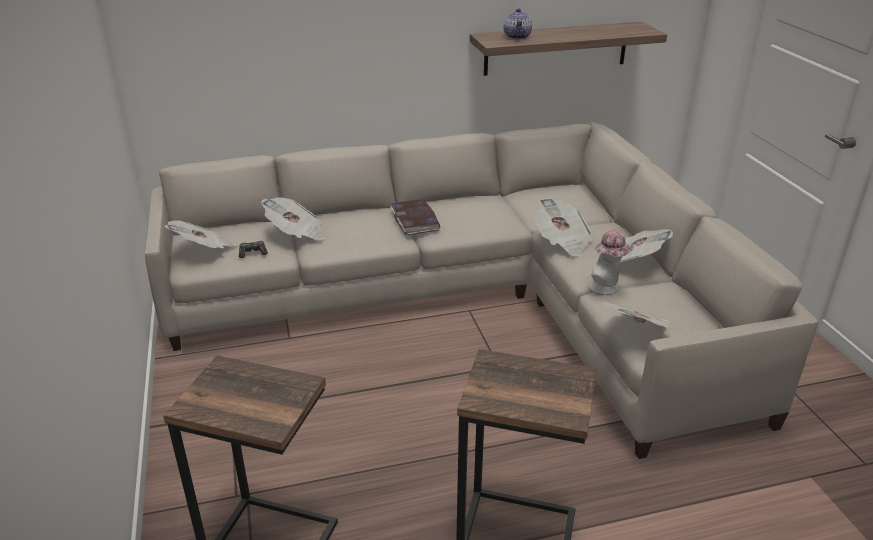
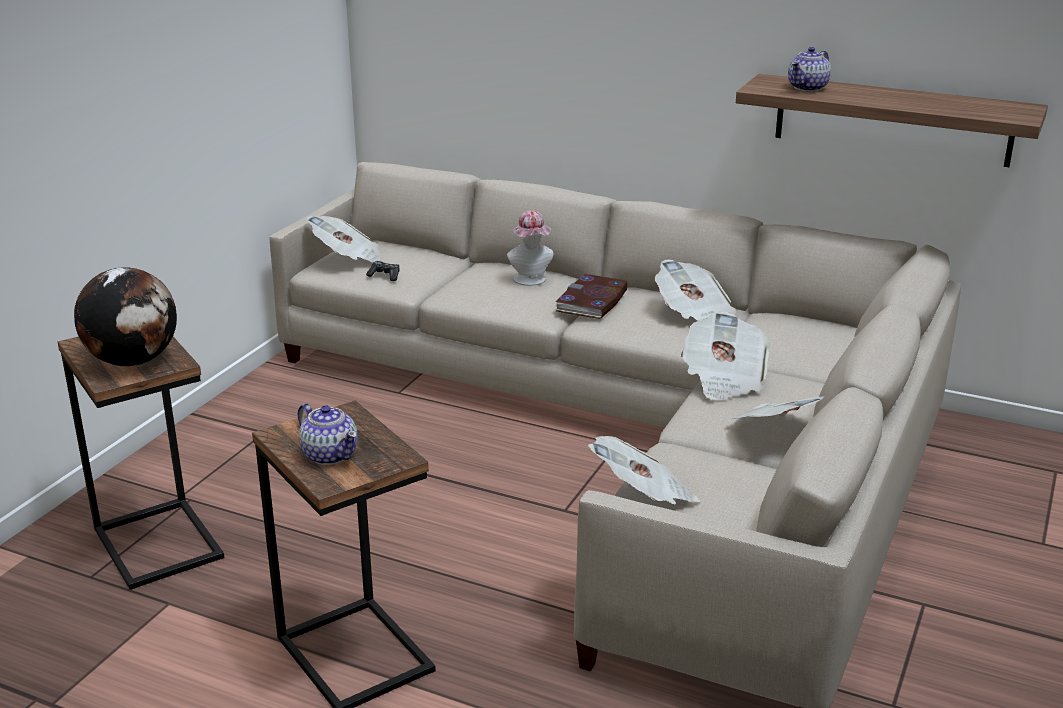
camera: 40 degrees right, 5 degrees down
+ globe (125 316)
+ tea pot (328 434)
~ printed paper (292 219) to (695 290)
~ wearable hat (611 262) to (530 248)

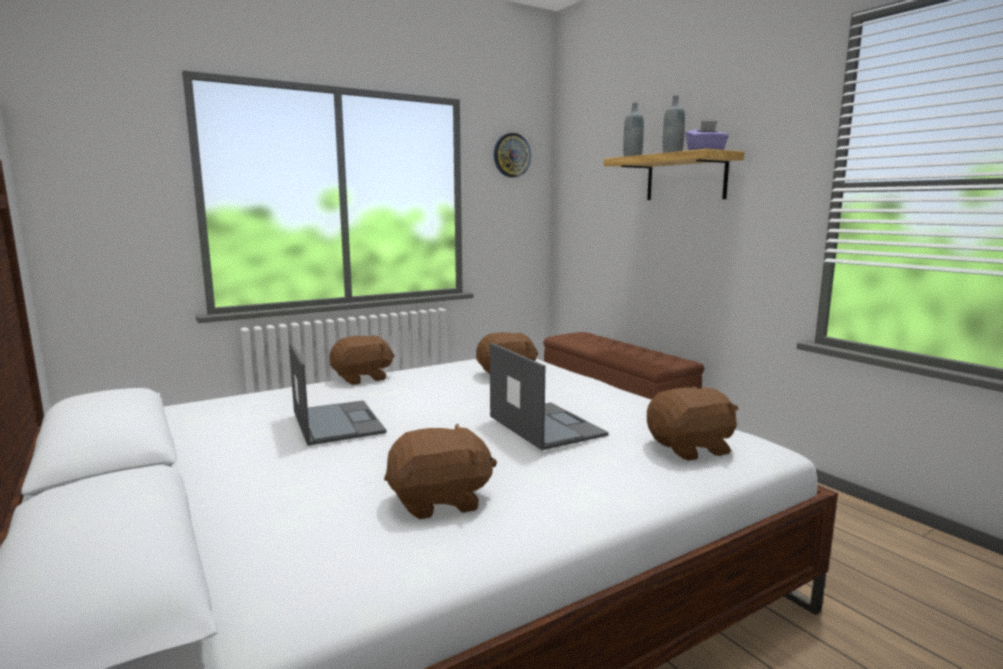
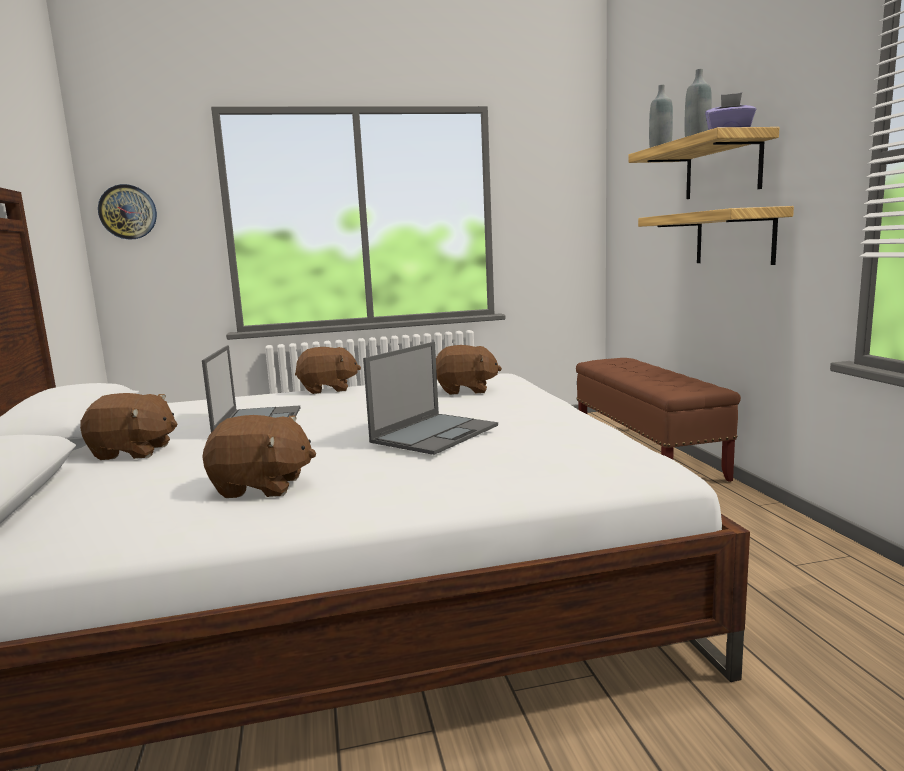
camera: 20 degrees right, 0 degrees up
+ bracket shelf (716 235)
~ hanging clock (512 155) to (127 211)
~ brownish plush toy (693 423) to (128 426)
~ notebook computer (549 396) = (430 398) 45 degrees clockwise

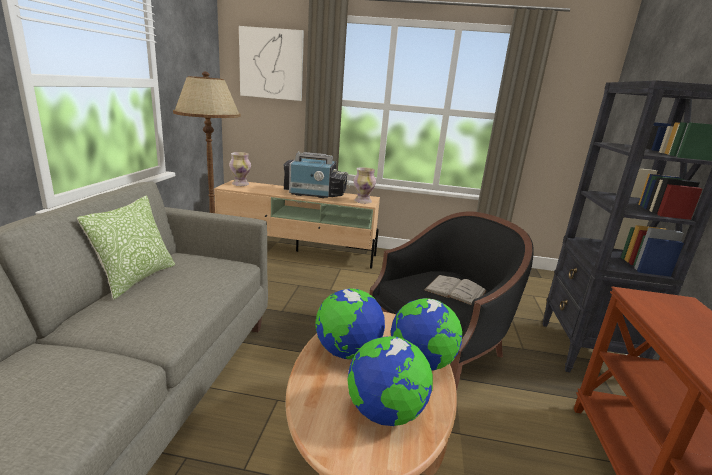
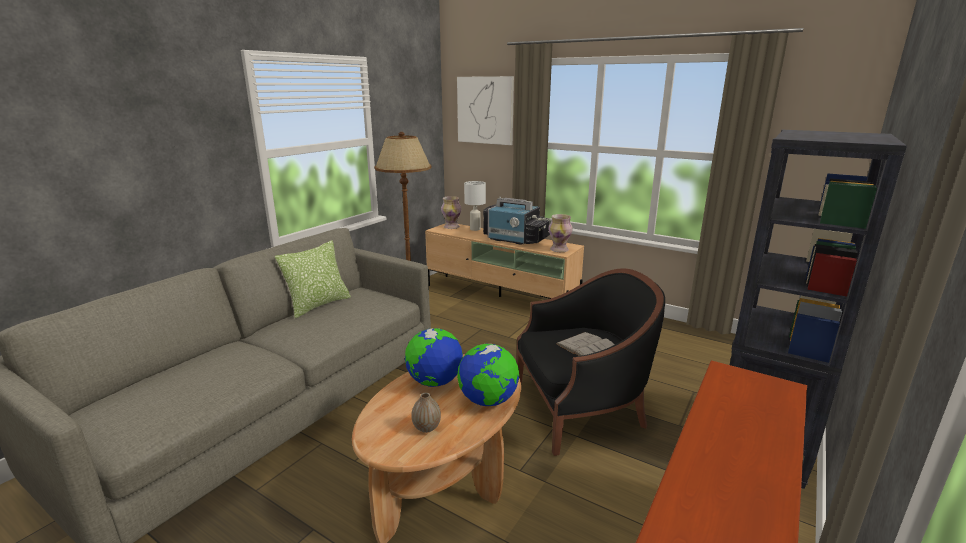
camera: 25 degrees right, 0 degrees up
+ white table lamp (475 206)
~ globe (390 381) to flower vase (426 413)

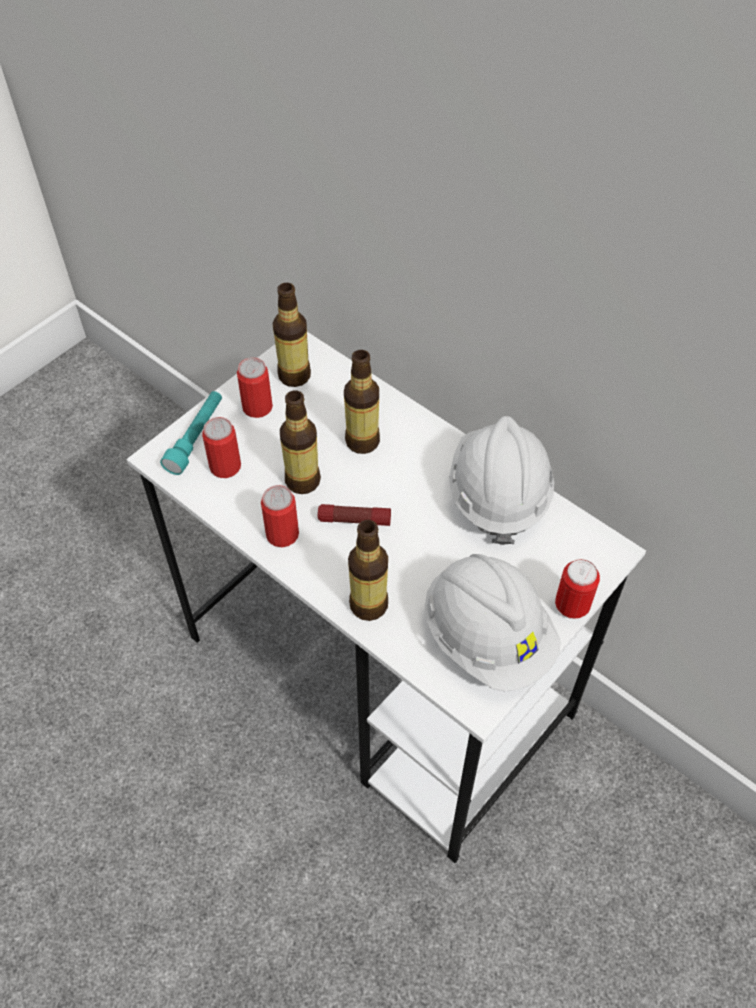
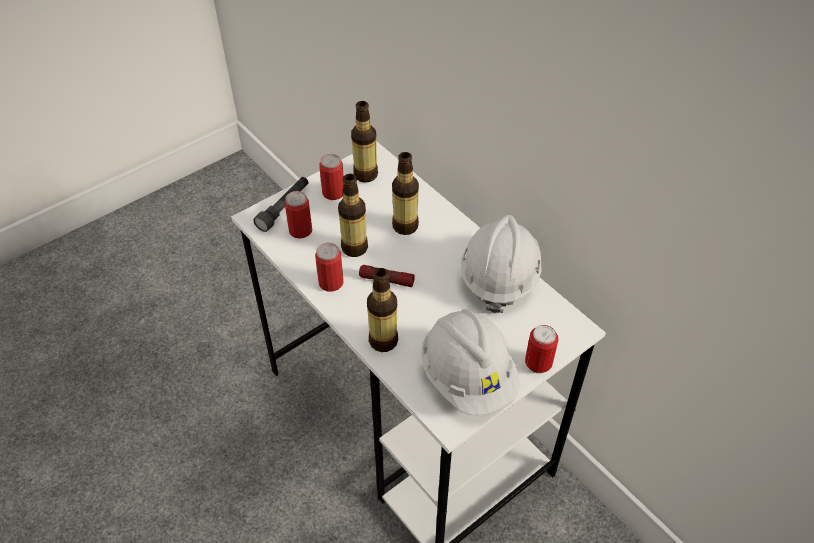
camera: 10 degrees right, 5 degrees down
~ blue-green flashlight (191 433) to greyish flashlight (280 204)

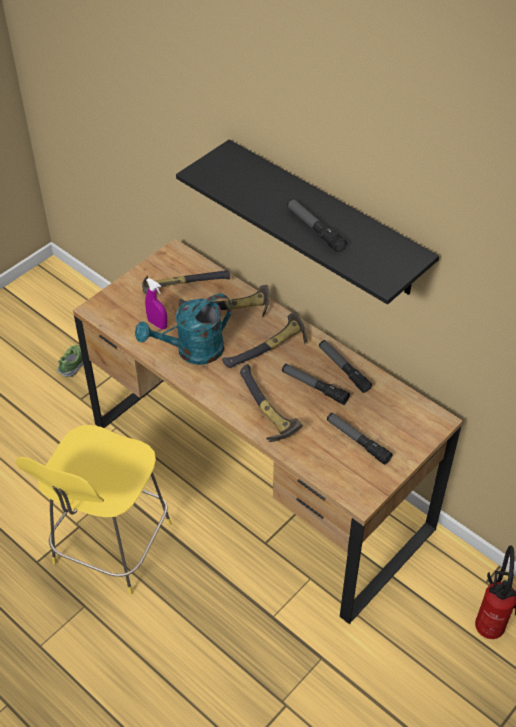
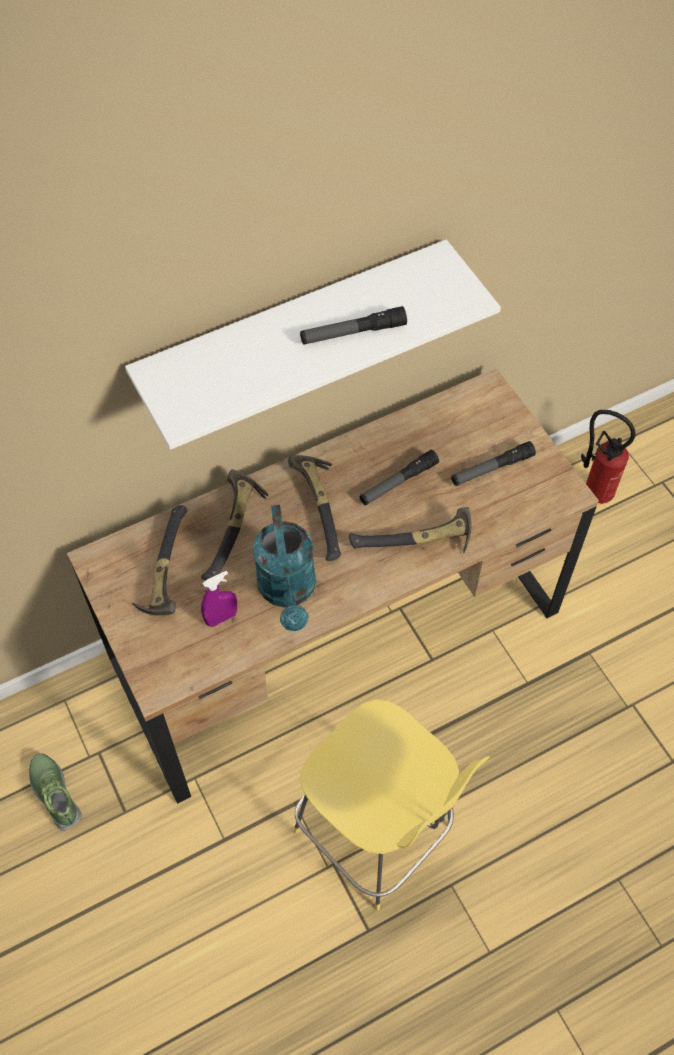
camera: 70 degrees left, 10 degrees up
- flashlight (345 366)
~ blackish bracket shelf (307 222) to white bracket shelf (313 345)

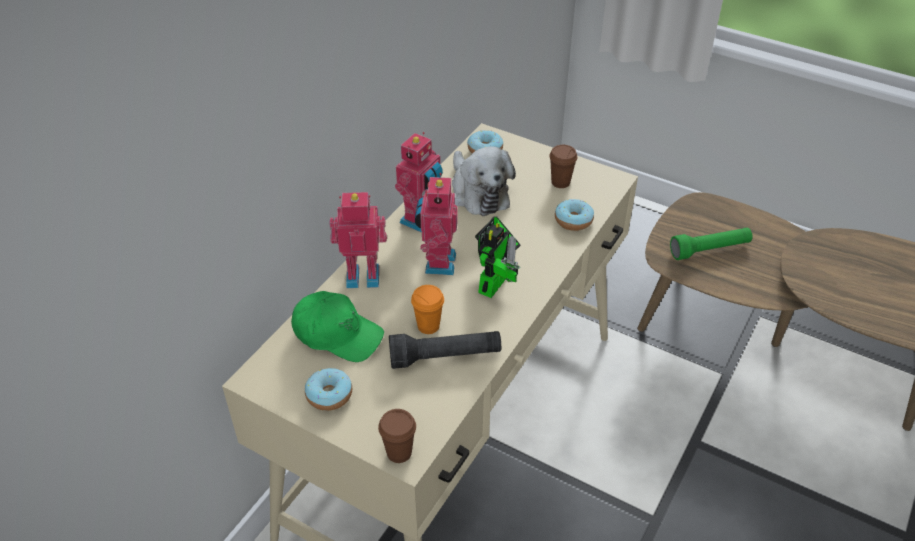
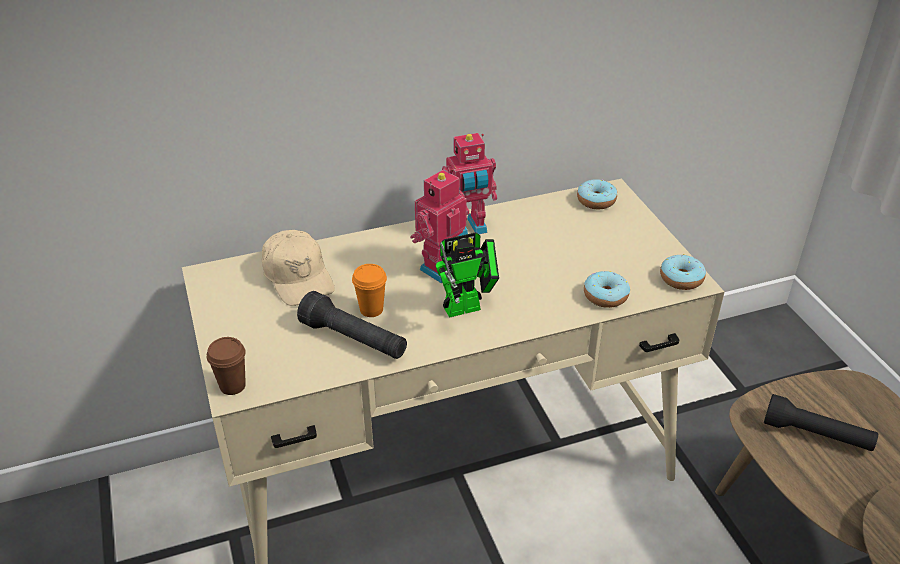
camera: 40 degrees right, 5 degrees down
- robot figure (358 240)
- plush toy (484 181)
- brownish small cup (563 166)
~ donut (328 389) to (683 272)
~ greenish baseball cap (337 326) to beige baseball cap (298 268)
~ greenish flashlight (711 244) to blackish flashlight (821 422)

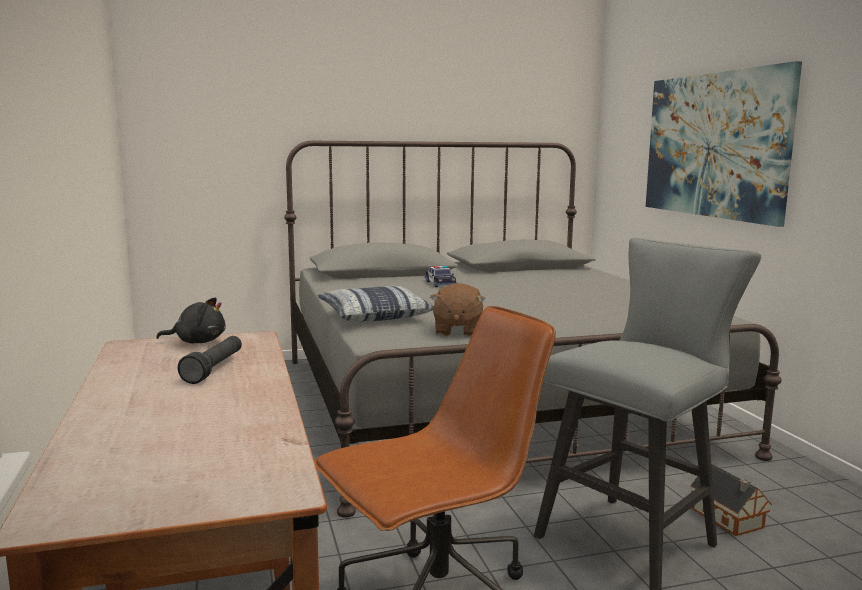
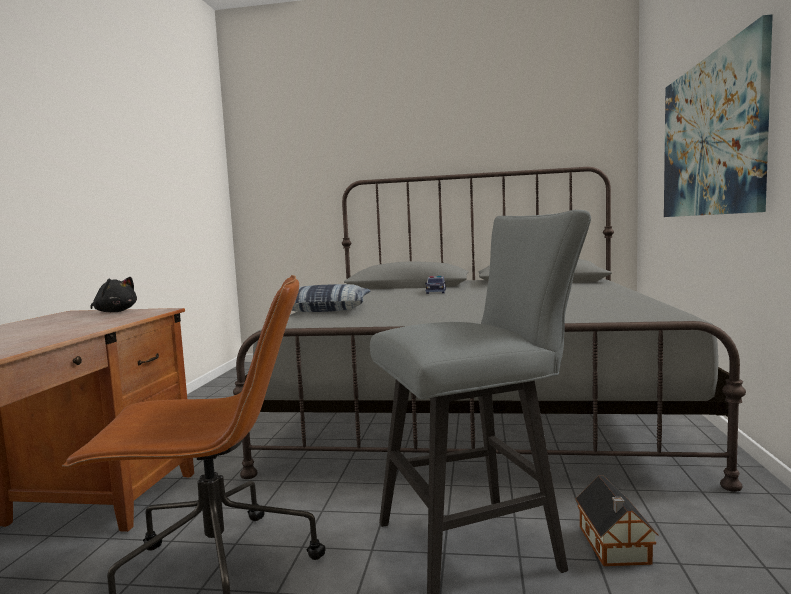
camera: 25 degrees right, 5 degrees down
- blackish flashlight (210 360)
- brownish plush toy (457 310)

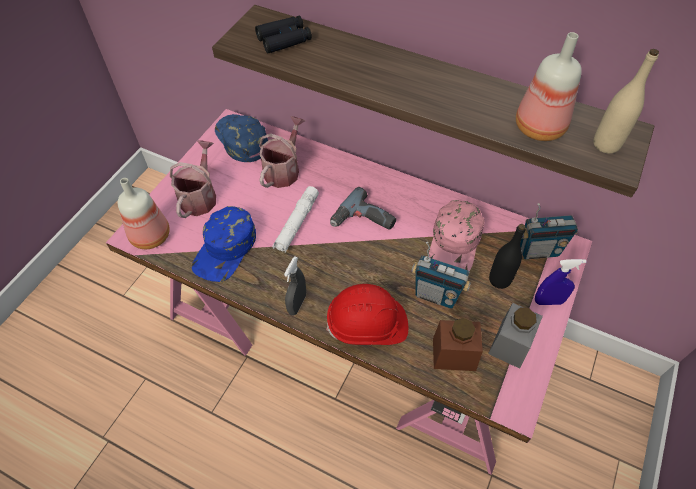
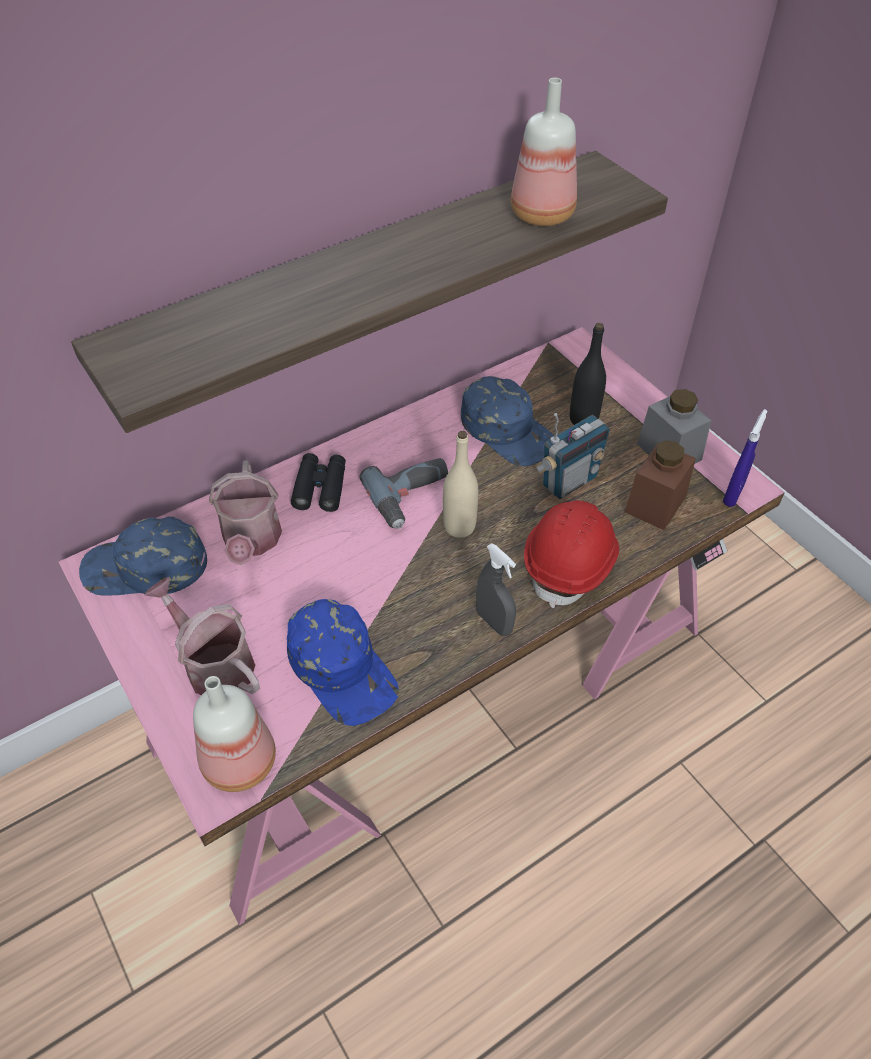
camera: 60 degrees left, 5 degrees down
- white flashlight (295 219)
- radio set (549 231)
~ blackish binoculars (283 34) to (318 482)
~ blue spray bottle (561 282) to (745 458)
~ beige drink bottle (626 101) to (460 484)
~ pinkish baseball cap (457 235) to blue baseball cap (507 421)
~ sprinkling can (282 152) = (245 512) 150 degrees counterclockwise

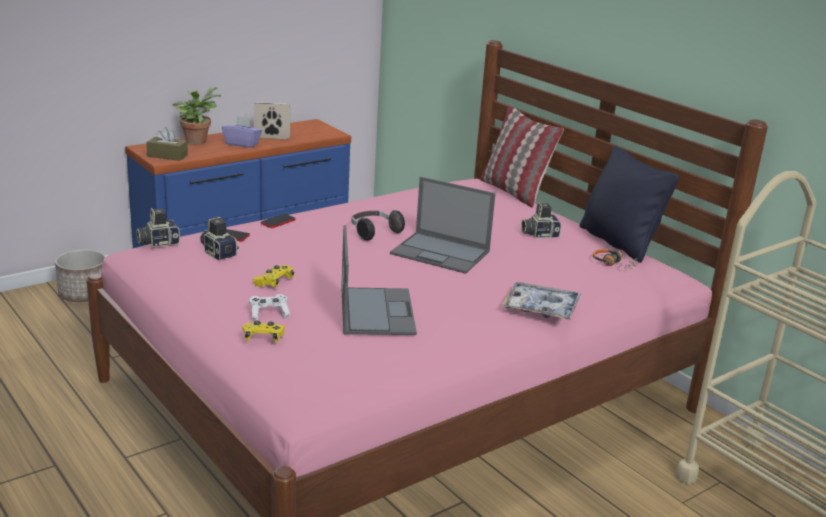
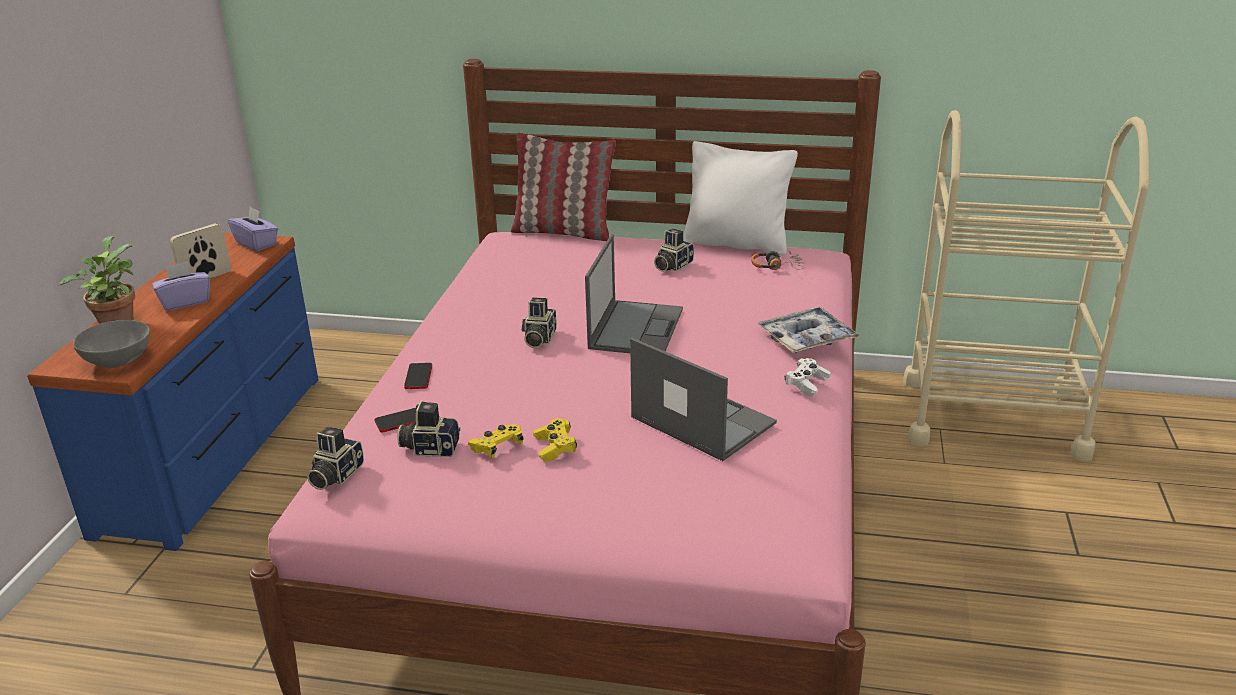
camera: 40 degrees left, 5 degrees up
- flower pot (80 276)
+ purplish tissue box (253 229)
~ yellow-coloured game controller (264 331) to (496 441)
~ white game controller (269 307) to (808 377)
~ brownish tissue box (167 144) to greyish deep dish (111 344)
~ pair of headphones (378 225) to still camera (539 322)
~ blackish throw pillow (629 204) to white throw pillow (740 198)
~ notebook computer (443 225) = (634 293) 60 degrees counterclockwise

